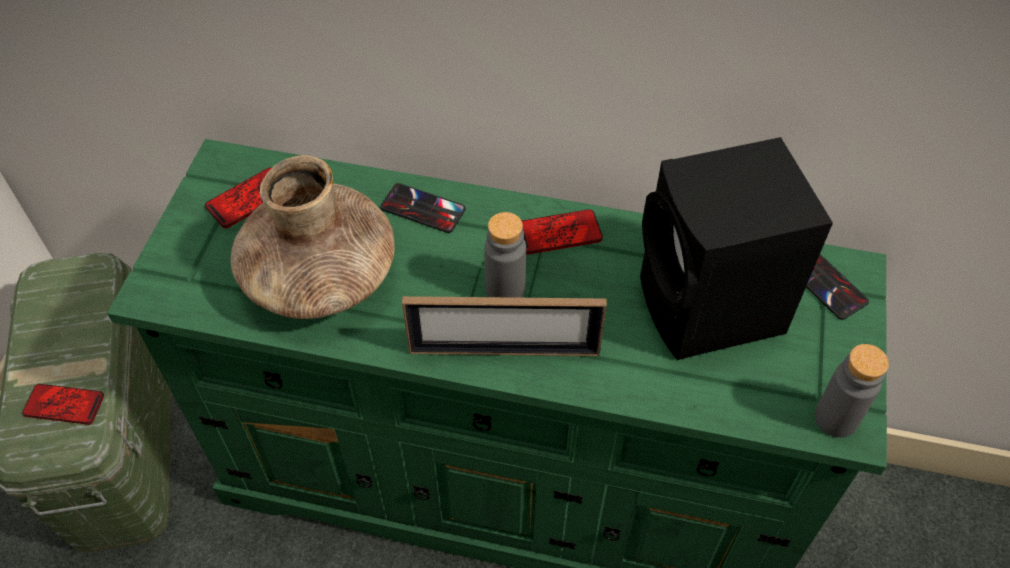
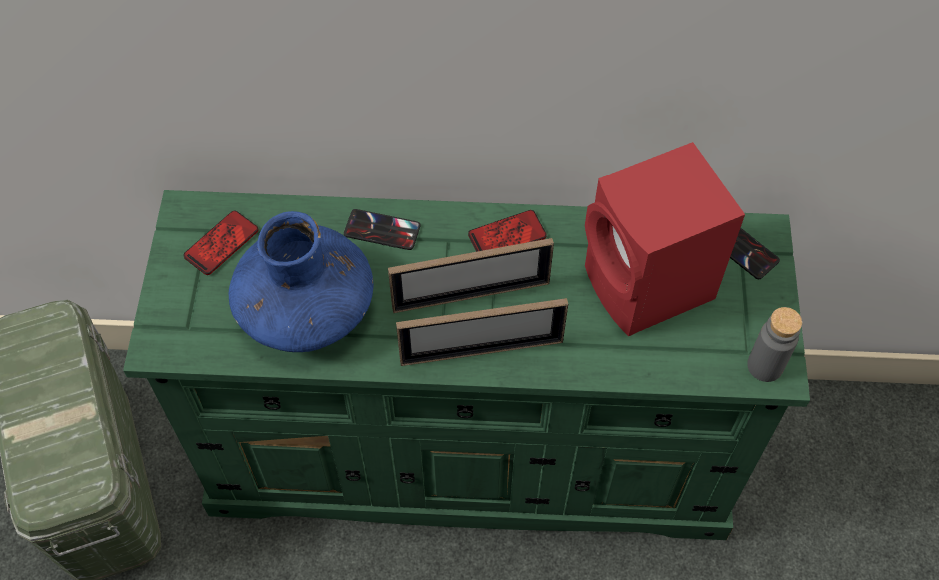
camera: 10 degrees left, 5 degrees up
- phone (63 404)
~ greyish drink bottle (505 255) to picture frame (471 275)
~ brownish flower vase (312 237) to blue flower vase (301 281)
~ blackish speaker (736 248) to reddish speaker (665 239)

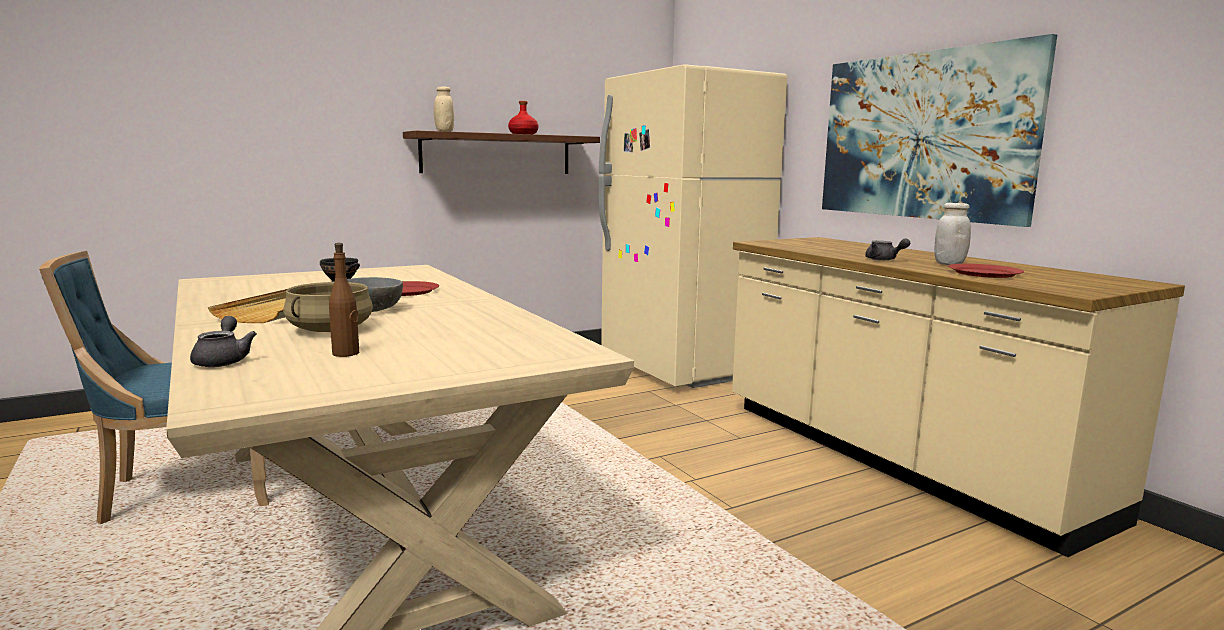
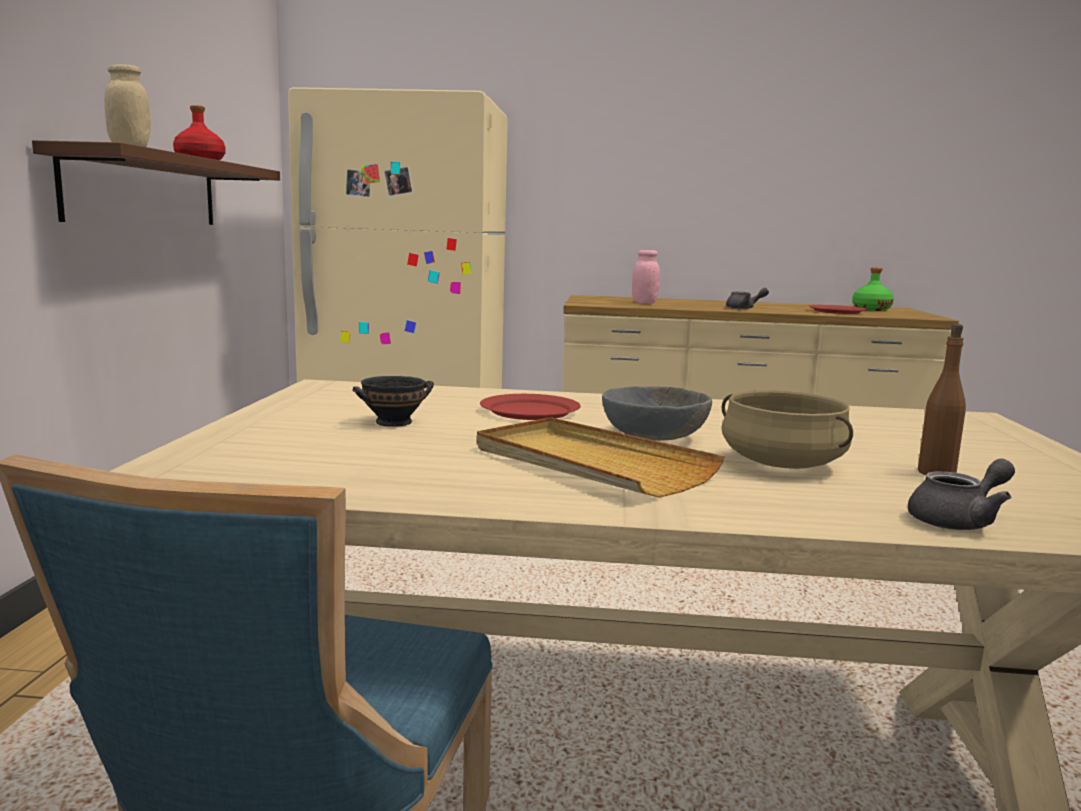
camera: 55 degrees left, 0 degrees up
- wall art (939 130)
- white preserve jar (952 234)
+ pinkish preserve jar (646 277)
+ greenish drink bottle (873 289)
~ greyish tea pot (223 341) = (961 494) 135 degrees clockwise

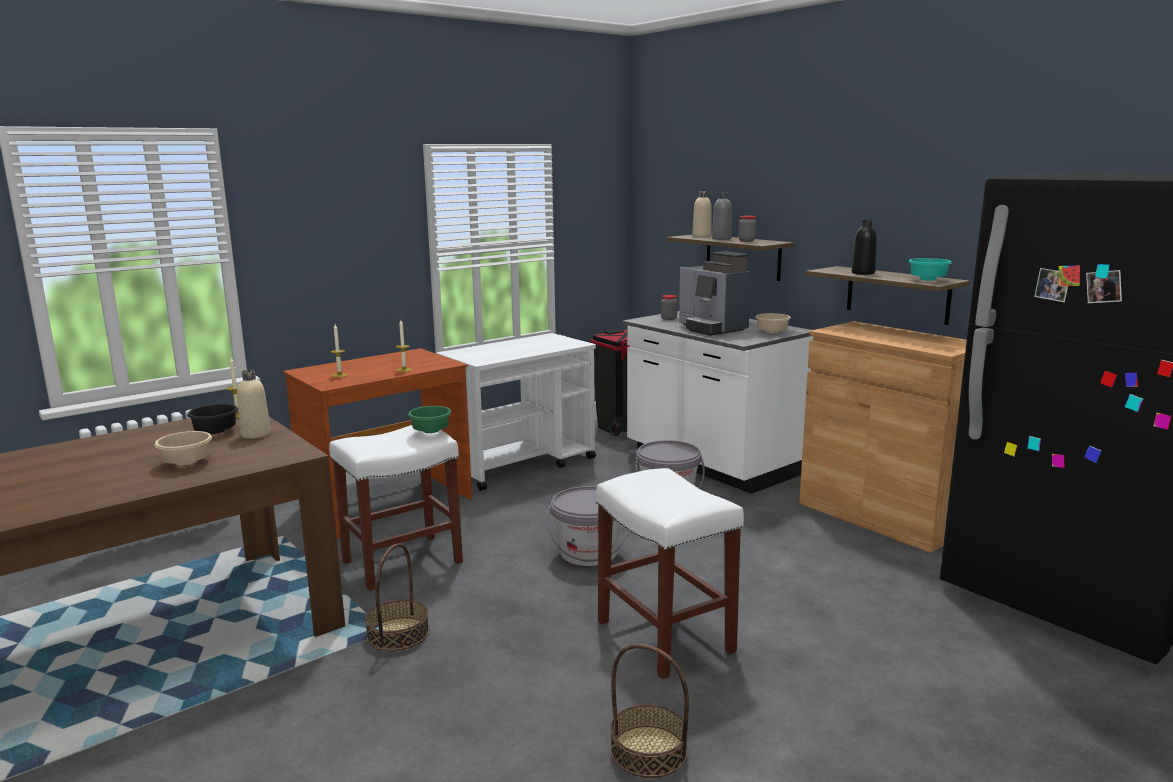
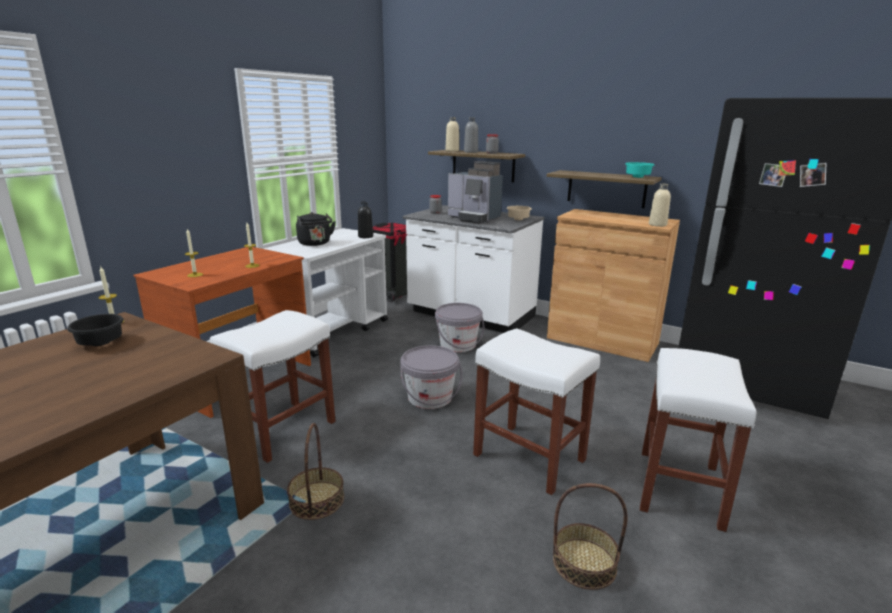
camera: 20 degrees left, 5 degrees up
- beige deep dish (183 448)
- greenish deep dish (430 419)
+ blackish water kettle (316 229)
+ white stool seat (698 440)
~ beige drink bottle (254 404) to (660 205)
~ blackish drink bottle (864 247) to (365 219)

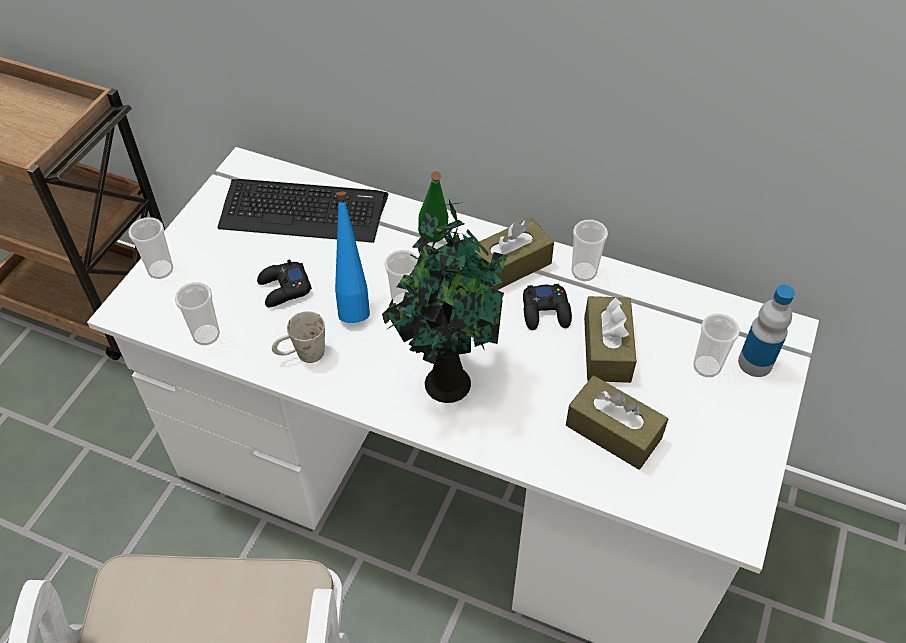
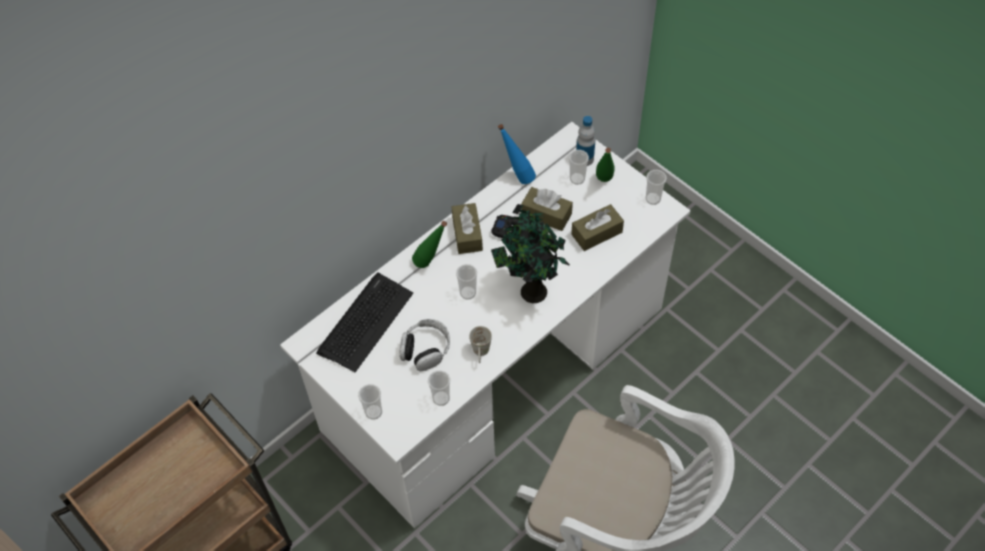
camera: 65 degrees left, 5 degrees up
+ greenish drink bottle (605 165)
~ blue drink bottle (352 257) to (517 154)
~ small cup (589 250) to (656 187)
~ blackish game controller (284 283) to pair of headphones (425 345)

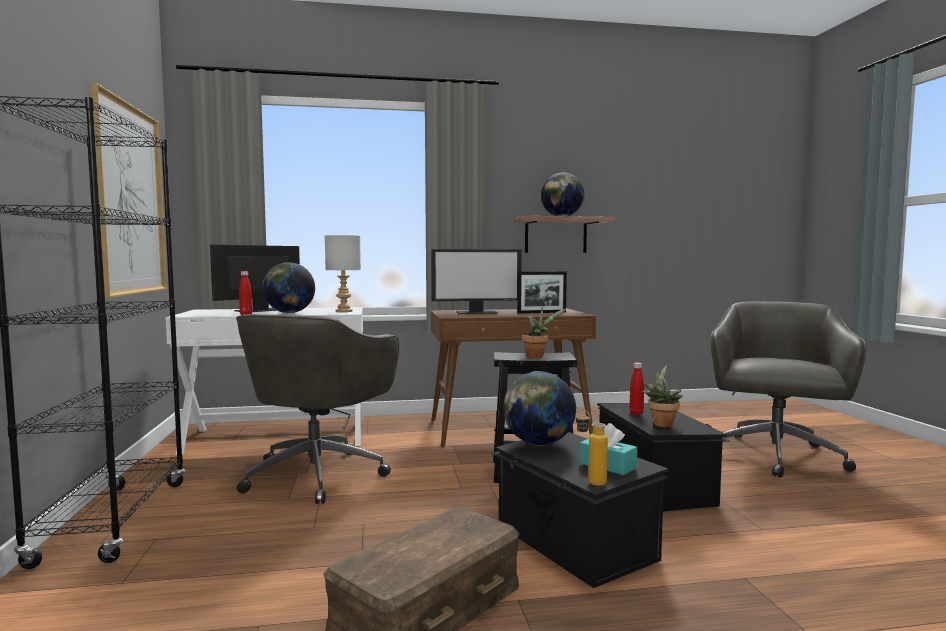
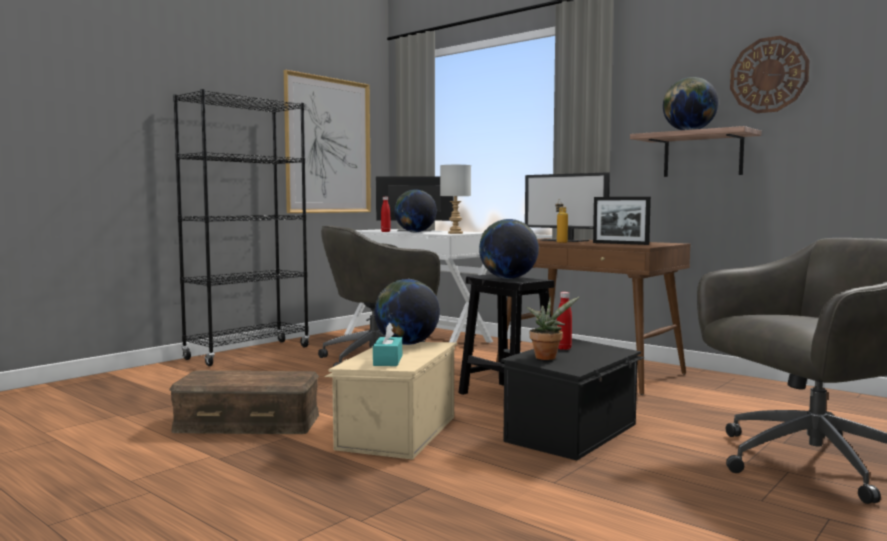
camera: 50 degrees right, 0 degrees up
+ hanging clock (770 74)
~ drink bottle (591 447) to (561 221)
~ houseplant (544 332) to globe (509 249)
~ blackish storage bin (580 510) to beige storage bin (391 401)

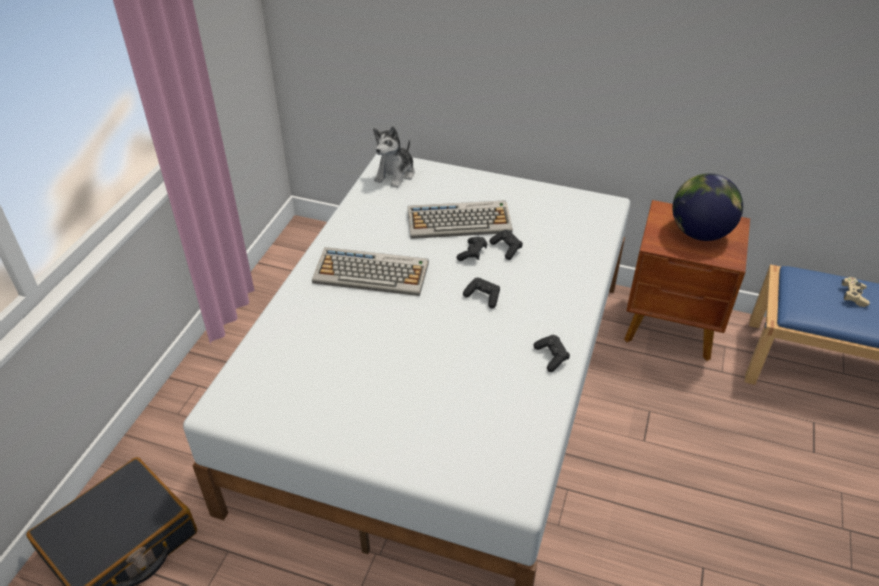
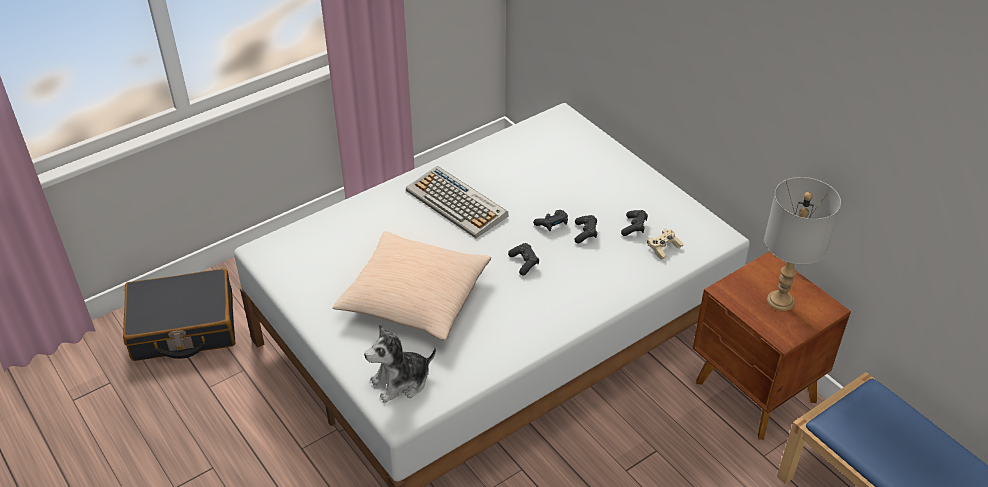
camera: 35 degrees right, 0 degrees up
- PC keyboard (460 219)
+ beige throw pillow (411 285)
~ plush toy (394 157) to (400 363)
~ blackish game controller (551 353) to (634 223)
~ beige game controller (856 292) to (665 244)
~ globe (707 207) to greyish table lamp (802 244)

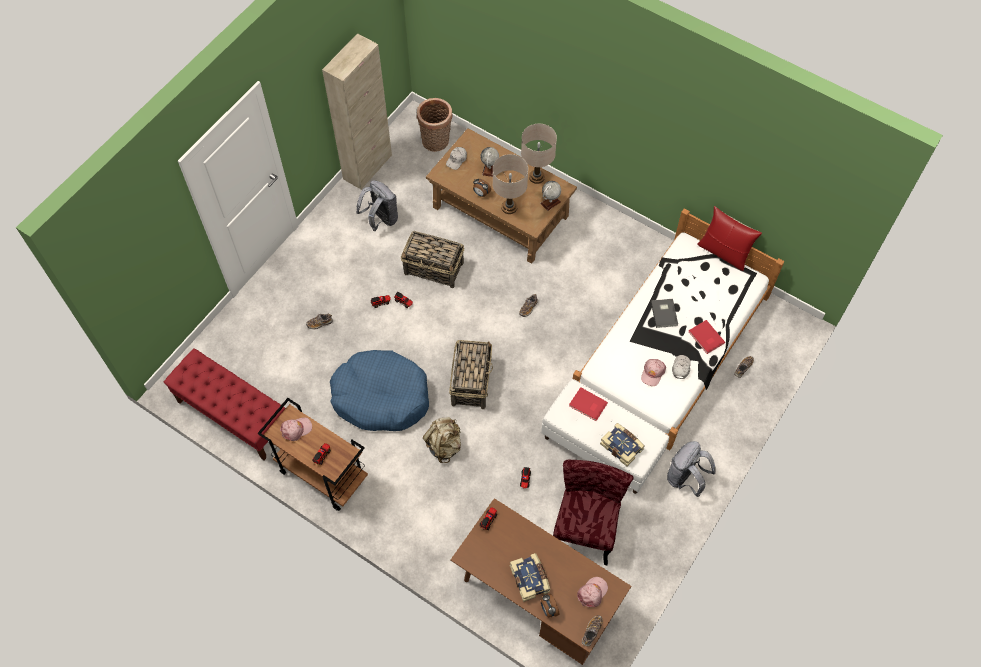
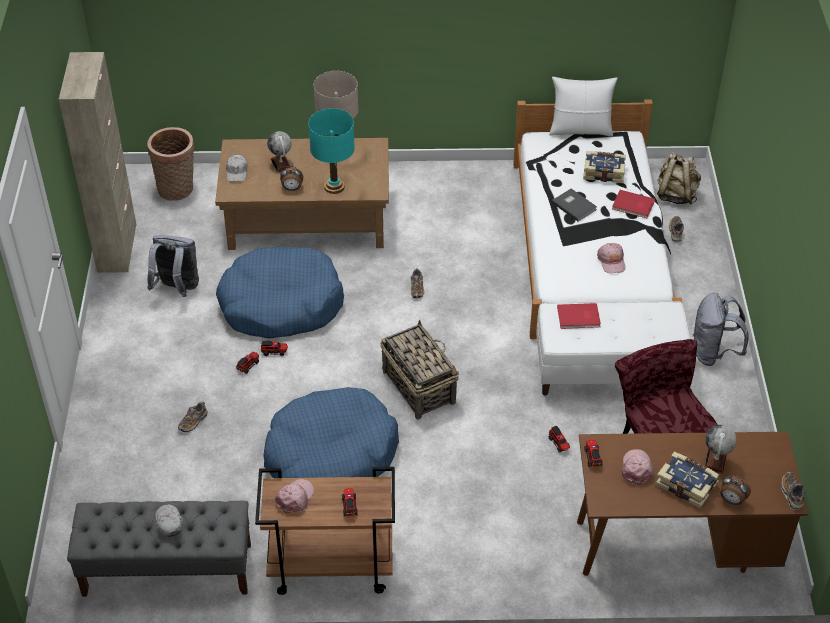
camera: 35 degrees left, 15 degrees down
~ beige rucksack (442 440) to (679 178)
~ globe (550 196) to (721 449)
~ pinkish baseball cap (592 592) to (637 467)
~ bound book (622 445) to (604 167)
~ white baseball cap (681 367) to (169 520)
~ storage basket (432 259) to blue dog bed (280 292)
~ reddish long seat (225 404) to greyish long seat (159 549)
~ beige table lamp (510 184) to blue-green table lamp (331 151)
~ reddish throw pillow (729 238) to white throw pillow (583 107)

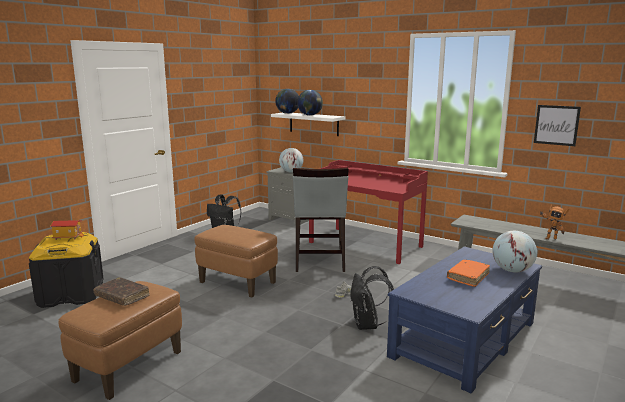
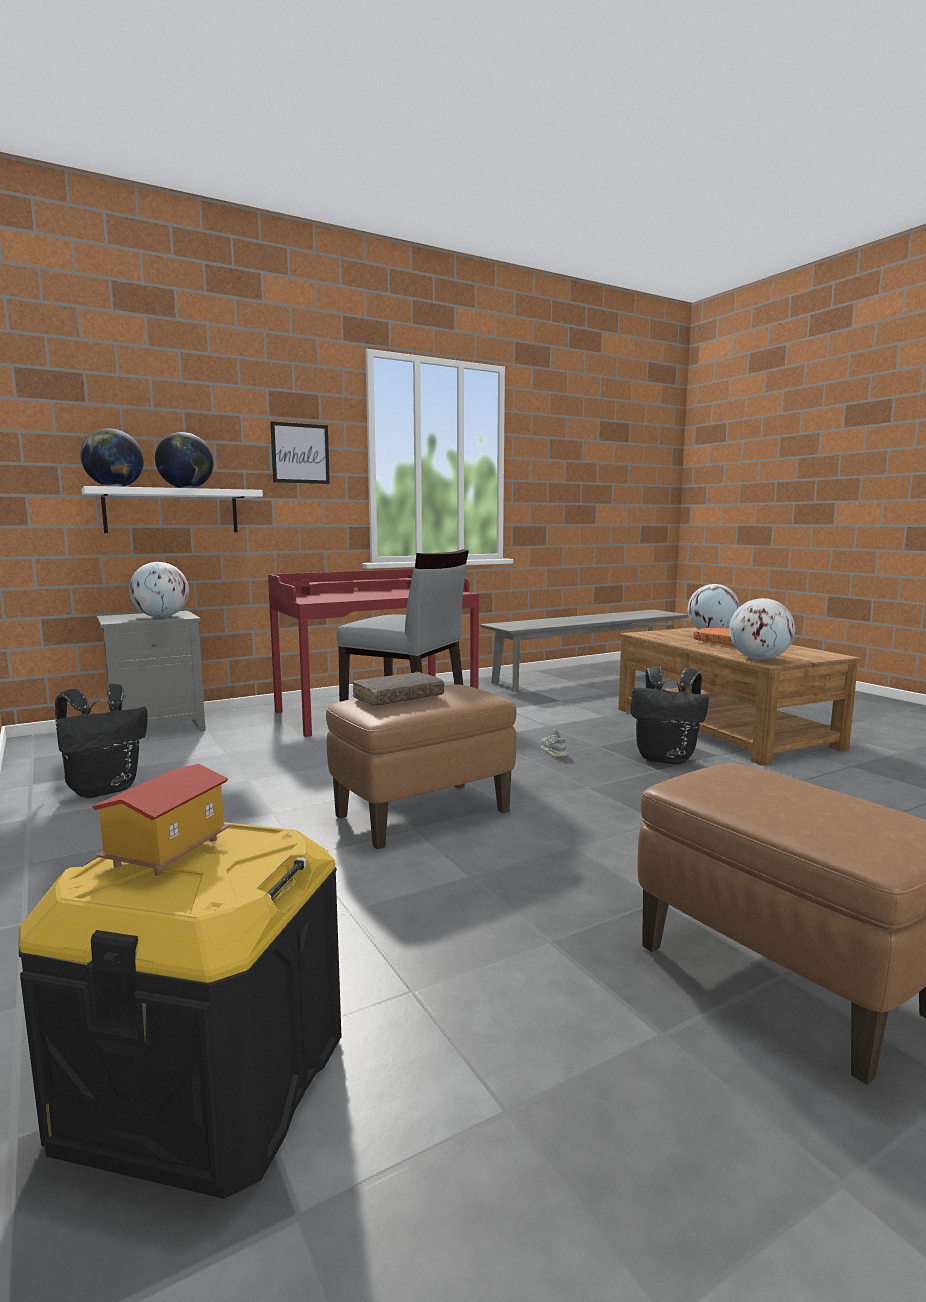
camera: 65 degrees left, 5 degrees down
- robot figure (554 222)
+ globe (762 629)
~ brownish bound book (122 291) to (398 689)
~ wall art (557 125) to (300 452)
~ blue lounge table (464 320) to brownish lounge table (739 696)

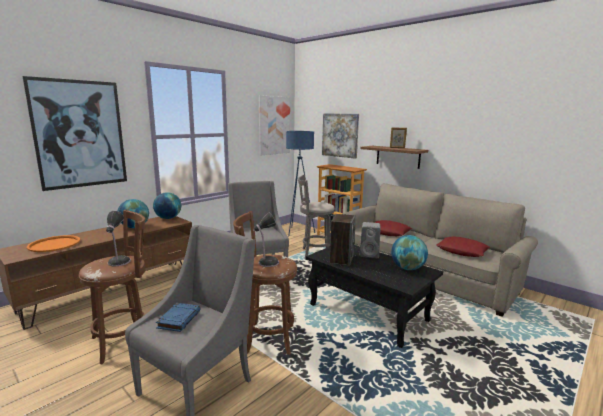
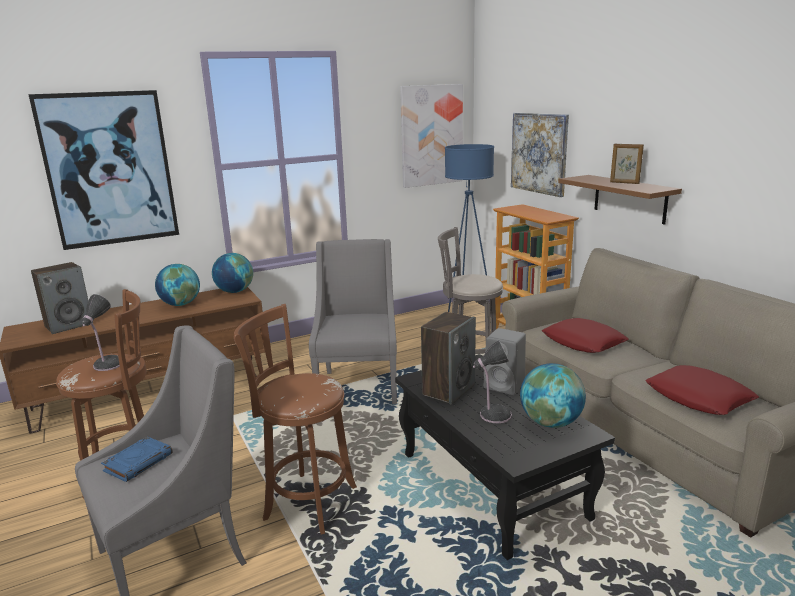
camera: 20 degrees right, 5 degrees up
~ table lamp (266 239) to (492 381)
~ orange-coloured serving tray (53 243) to speaker (62 298)

